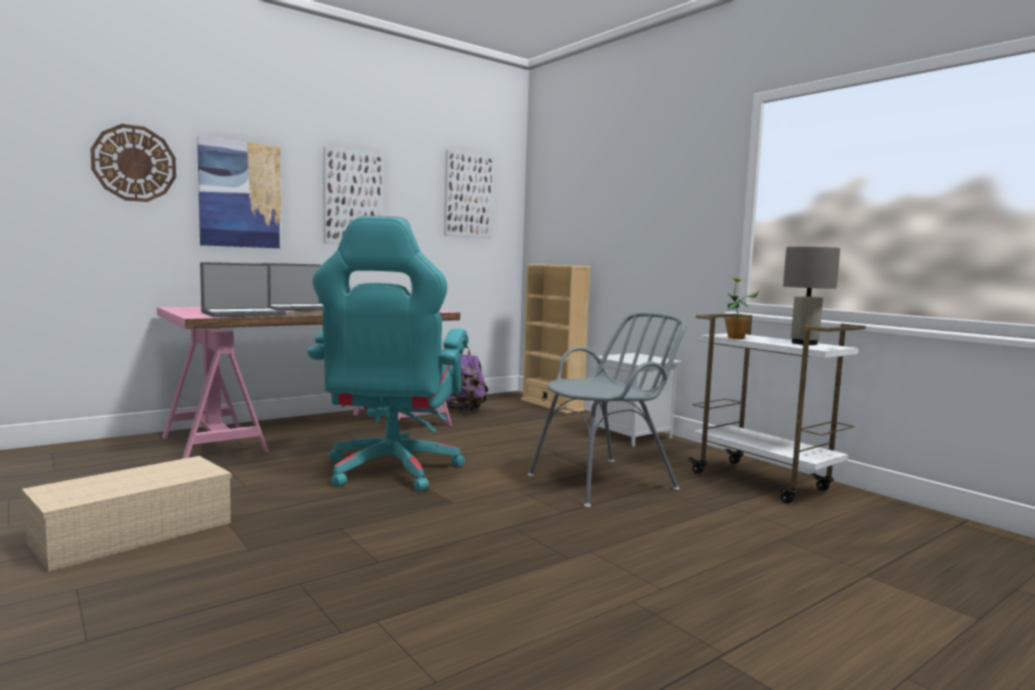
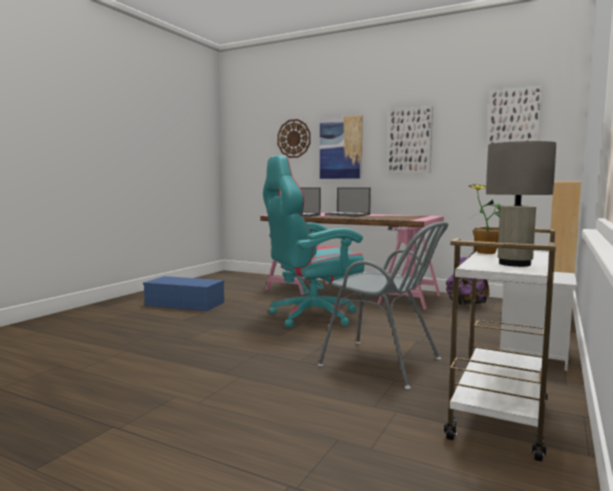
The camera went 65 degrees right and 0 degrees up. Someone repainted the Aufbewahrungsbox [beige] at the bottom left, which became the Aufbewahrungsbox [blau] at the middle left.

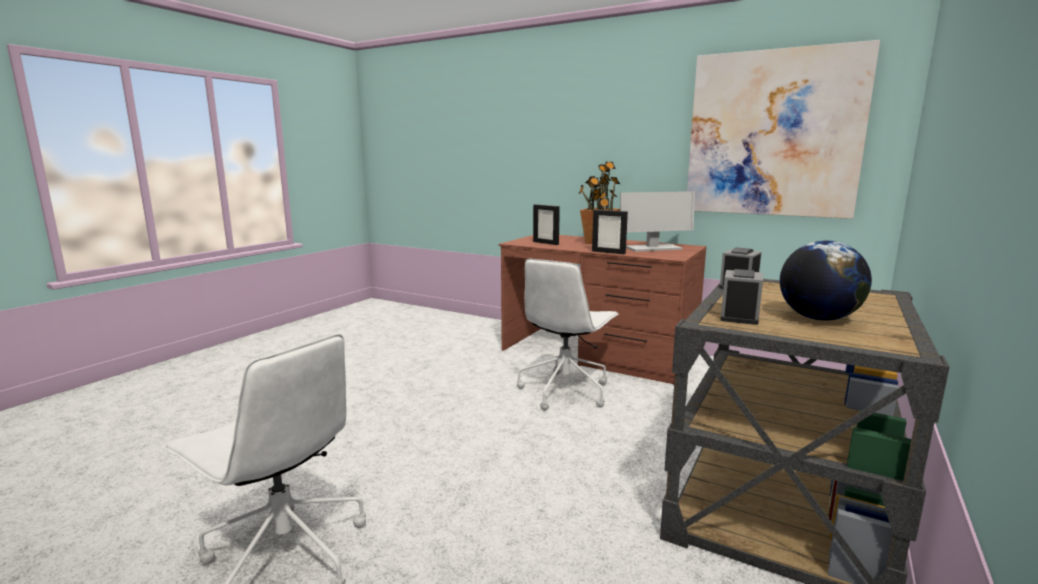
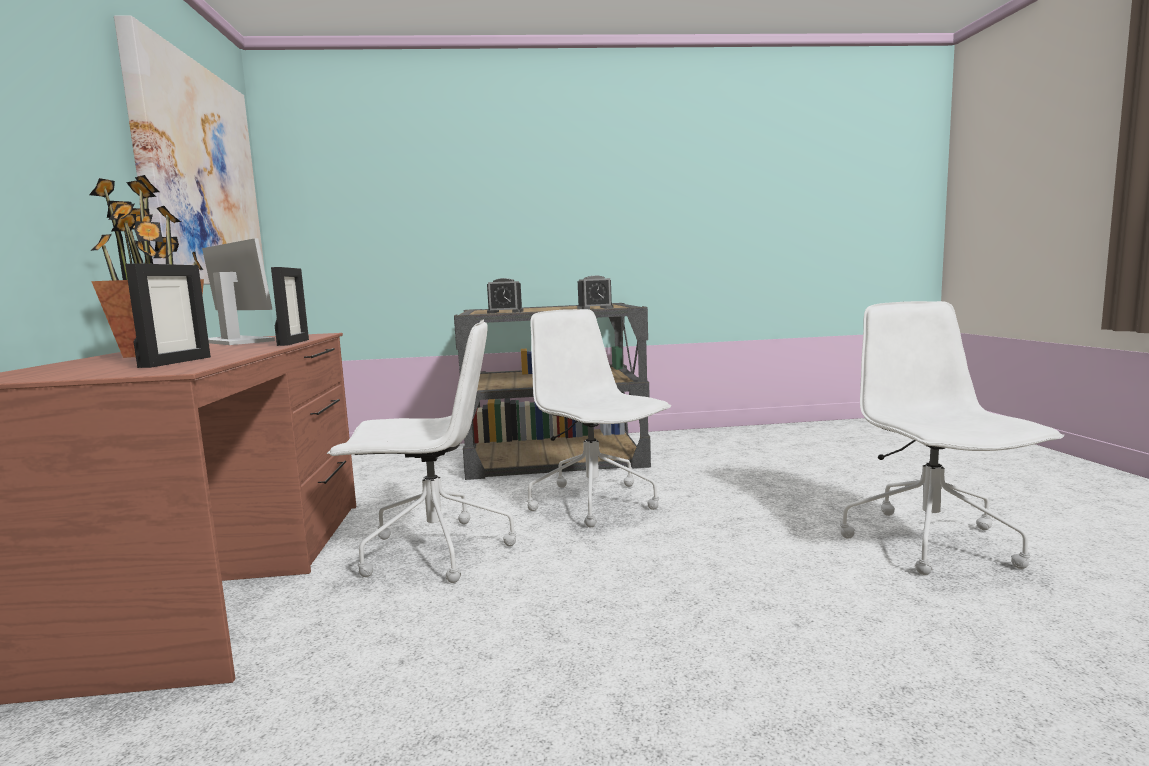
The camera went 125 degrees left and 5 degrees down. Someone put down the Bürostuhl [weiß] (no. 2 from left) at the centre. Someone took away the Globus at the middle right.

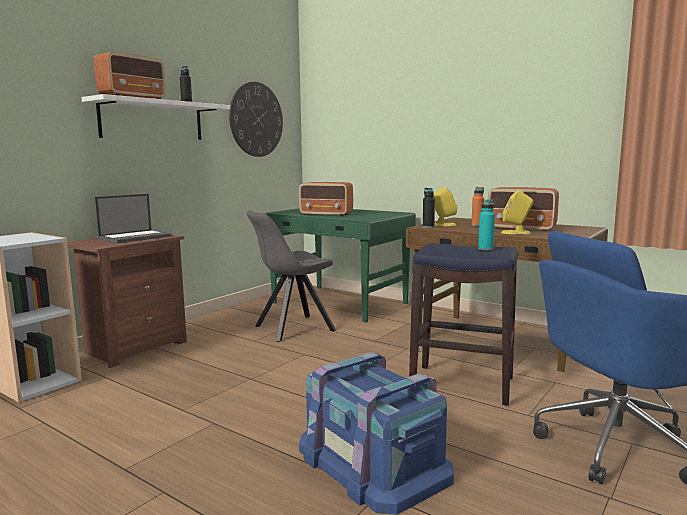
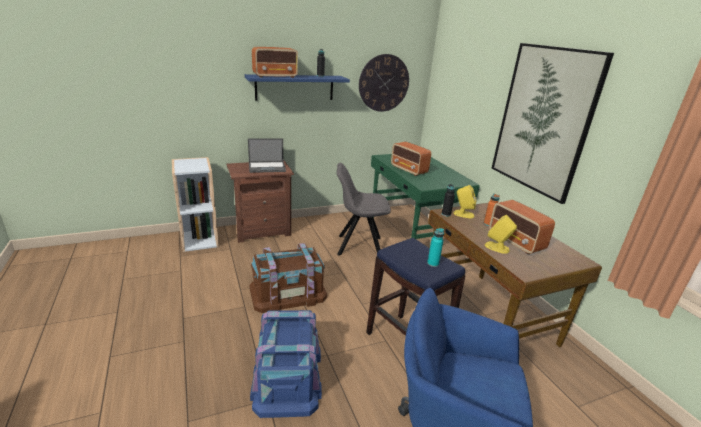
The camera went 30 degrees right and 15 degrees up. Someone repainted the Wandregal [weiß] at the top left, which became the Wandregal [blau] at the top centre. Someone put down the Aufbewahrungsbox [braun] at the centre. Someone put up the Bild at the top right.

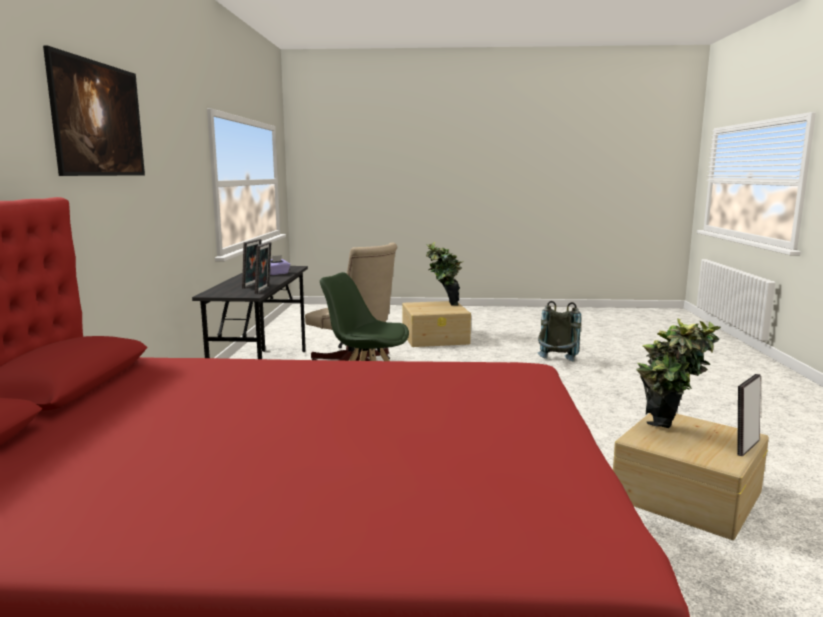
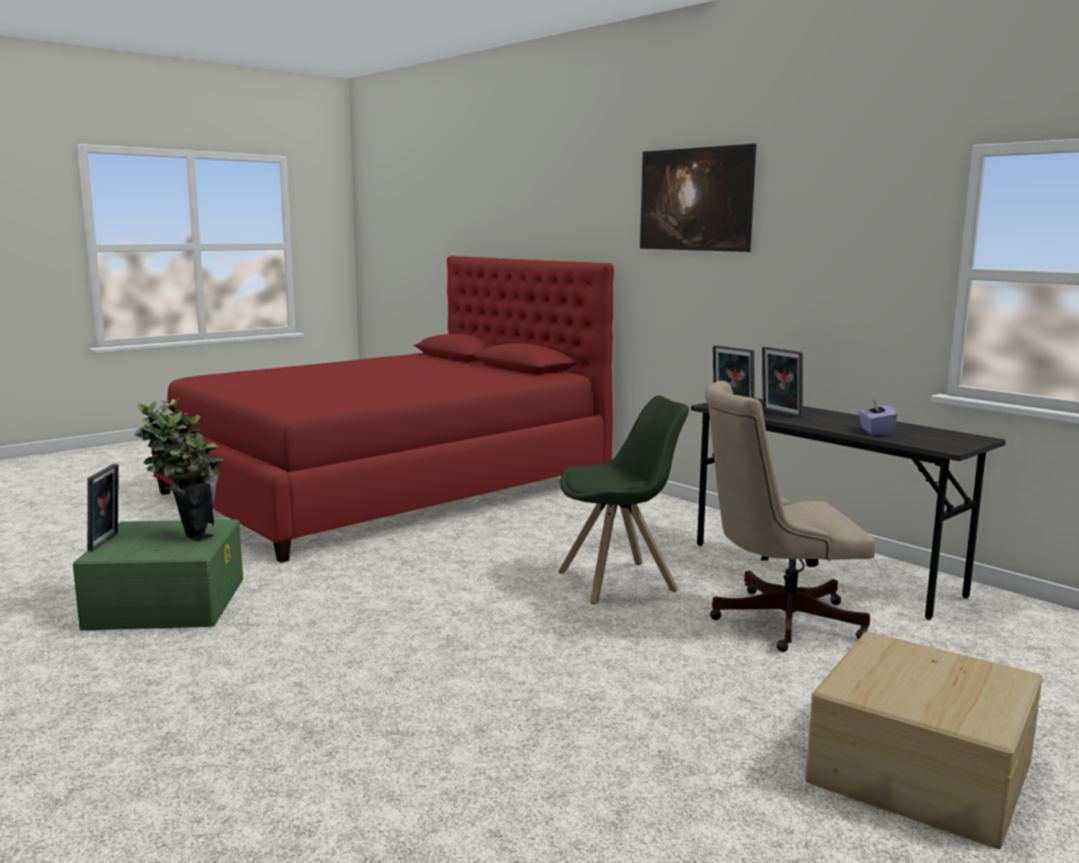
The camera went 135 degrees right and 0 degrees up. Someone repainted the Aufbewahrungsbox [beige] (no. 2 from left) at the bottom right, which became the Aufbewahrungsbox [grün] at the middle left. Someone took away the Topfpflanze (no. 1 from left) at the centre. Someone took away the Rucksack [grau] at the middle right.

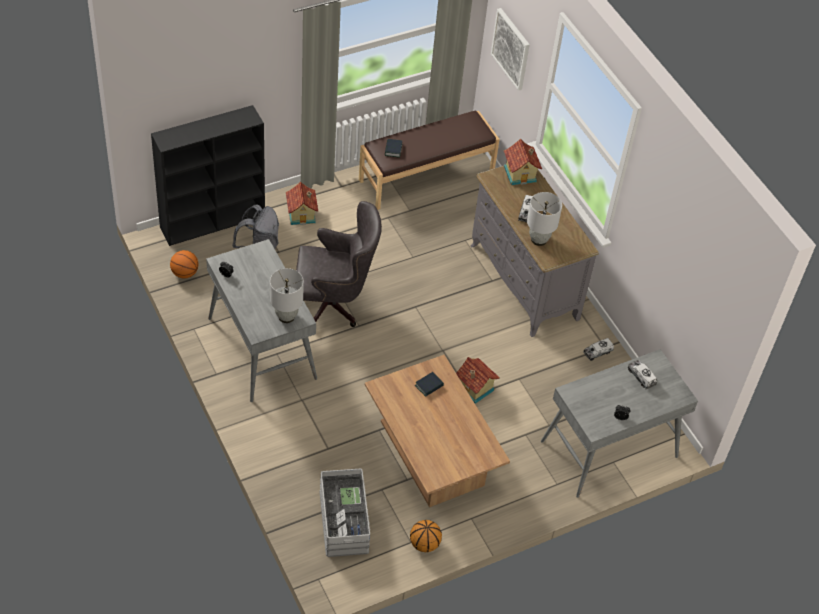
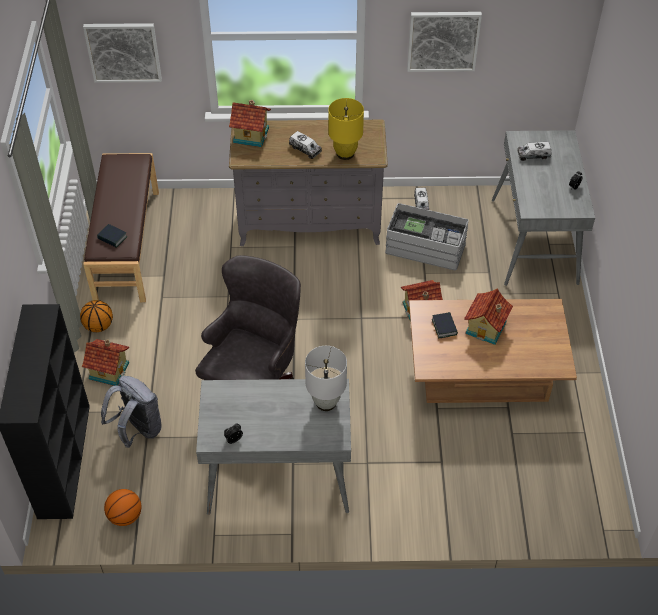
The camera went 60 degrees left and 0 degrees up. Someone carried the Basketball (no. 2 from left in the first image) from the bottom centre to the middle left. Someone repainted the Tischlampe [weiß] (no. 2 from left) at the centre, which became the Tischlampe [gelb] at the top centre. Someone carried the Aufbewahrungsbox [grau] from the bottom centre to the centre. Someone put up the Bild (no. 2 from left) at the top right. Someone put down the Spielzeughaus (no. 4 from left) at the middle right.

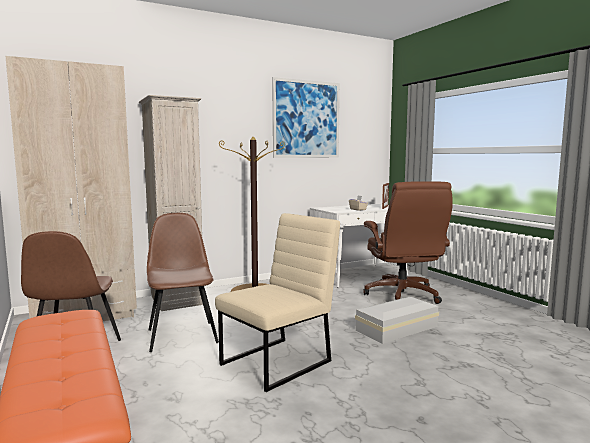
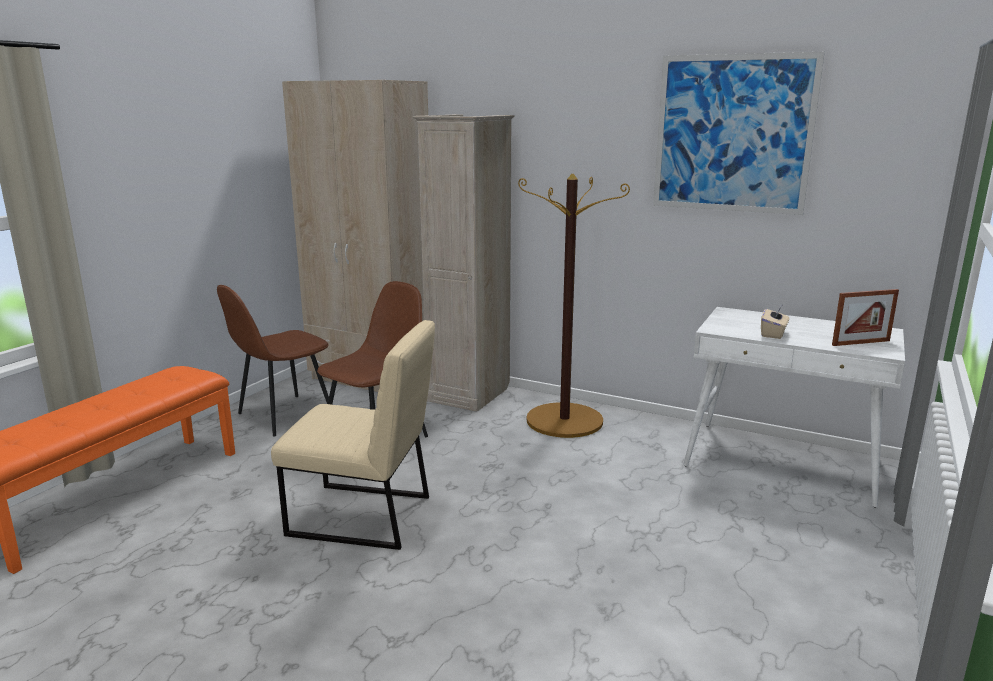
The camera went 55 degrees right and 10 degrees up. Someone took away the Aufbewahrungsbox [weiß] at the bottom right. Someone took away the Bürostuhl [braun] at the middle right.

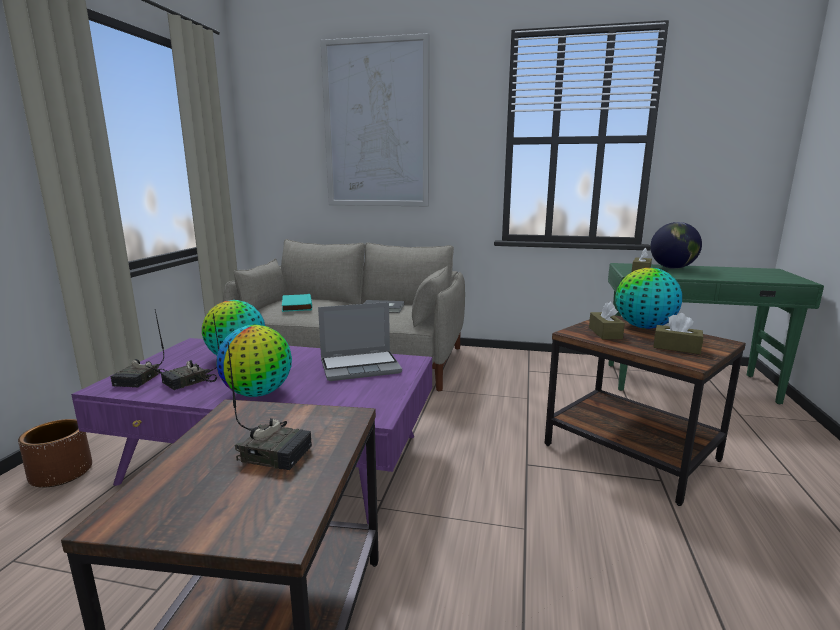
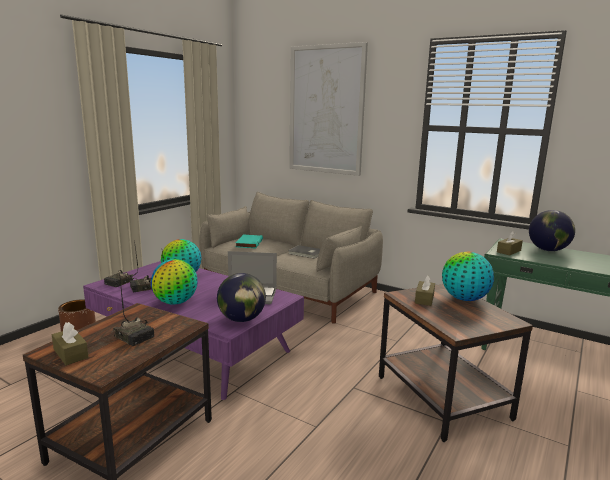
The camera went 20 degrees right and 0 degrees up. Someone carried the Taschentuchbox [braun] (no. 3 from left in the first image) from the middle right to the bottom left. Someone put down the Globus (no. 3 from left) at the centre.

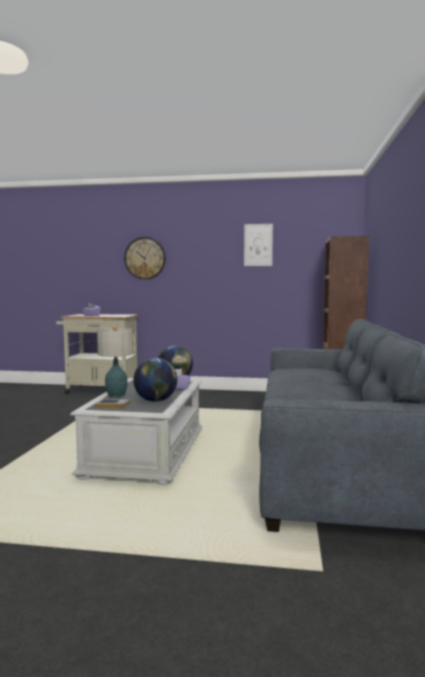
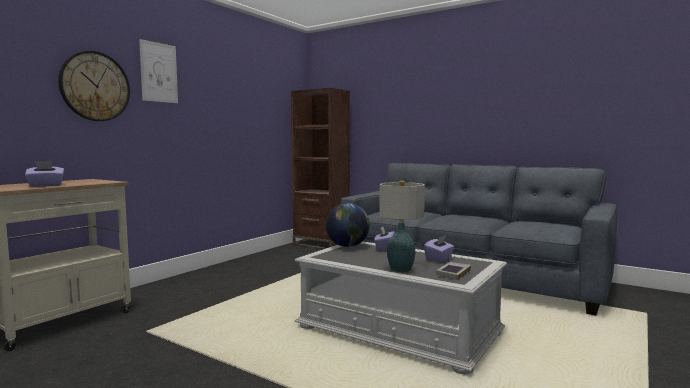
The camera went 65 degrees left and 0 degrees up. Someone carried the Bild from the centre to the top left. Someone swapped the Globus (no. 1 from left) at the centre for the Taschentuchbox [lila] (no. 3 from left) at the centre.

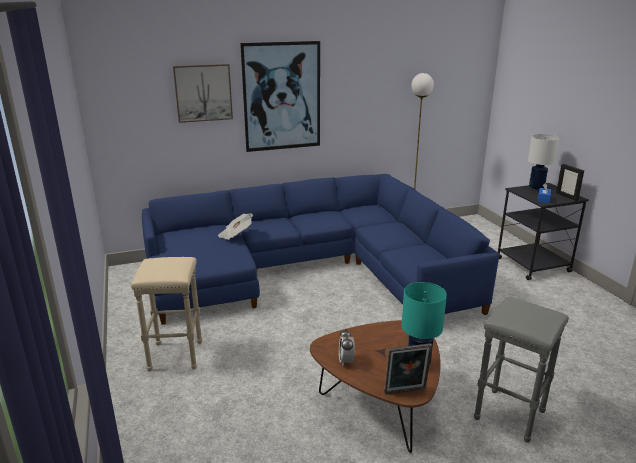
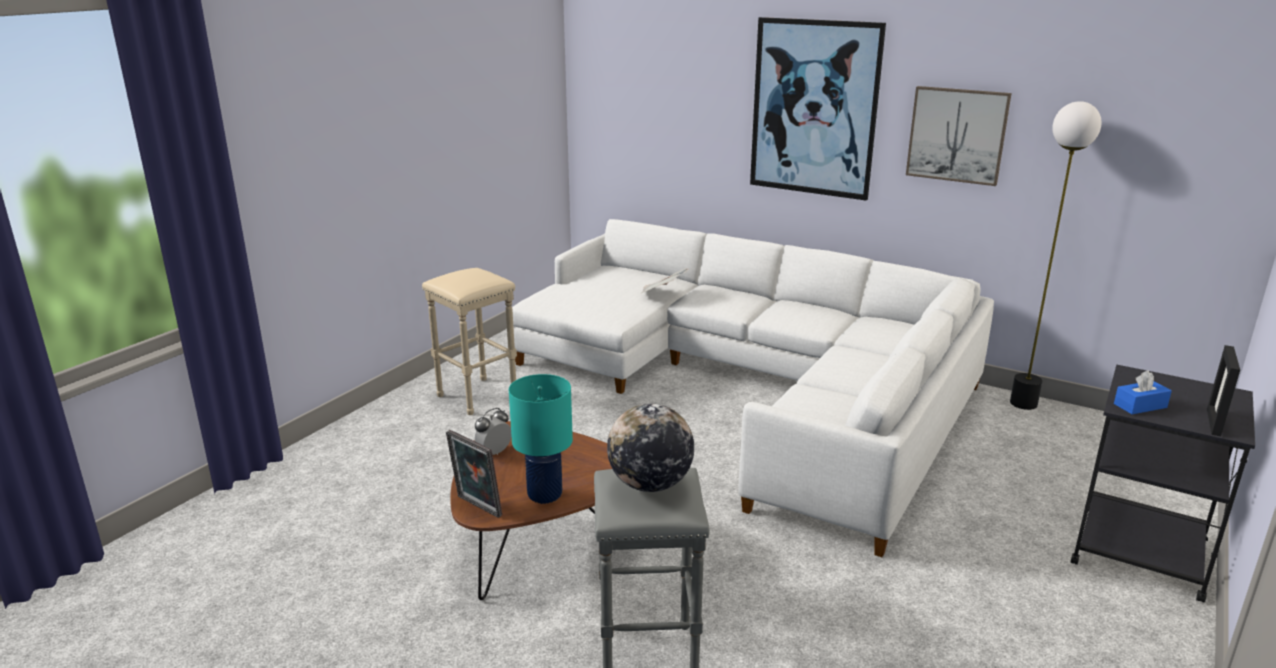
The camera went 50 degrees right and 0 degrees up. Someone repainted the Sofa [blau] at the centre, which became the Sofa [weiß] at the centre. Someone put down the Globus at the bottom centre. Someone carried the Bild (no. 1 from left in the first image) from the top left to the top right. Someone took away the Tischlampe [weiß] at the middle right.

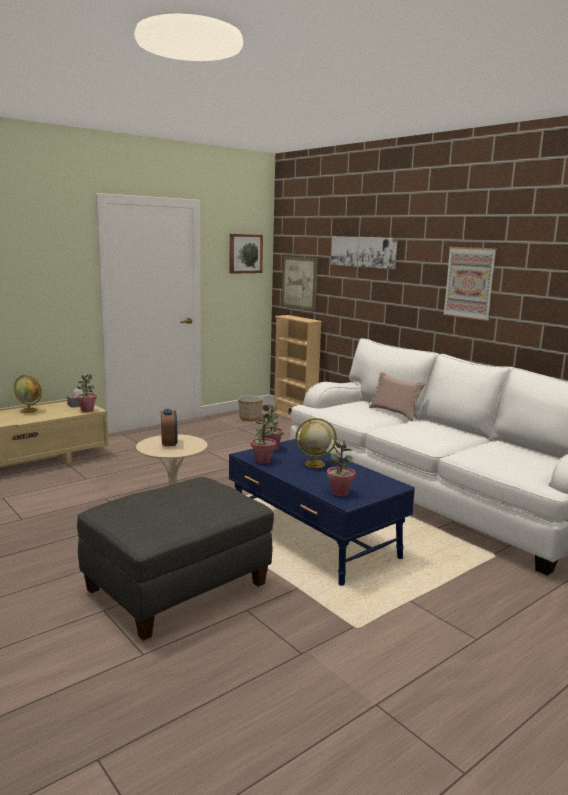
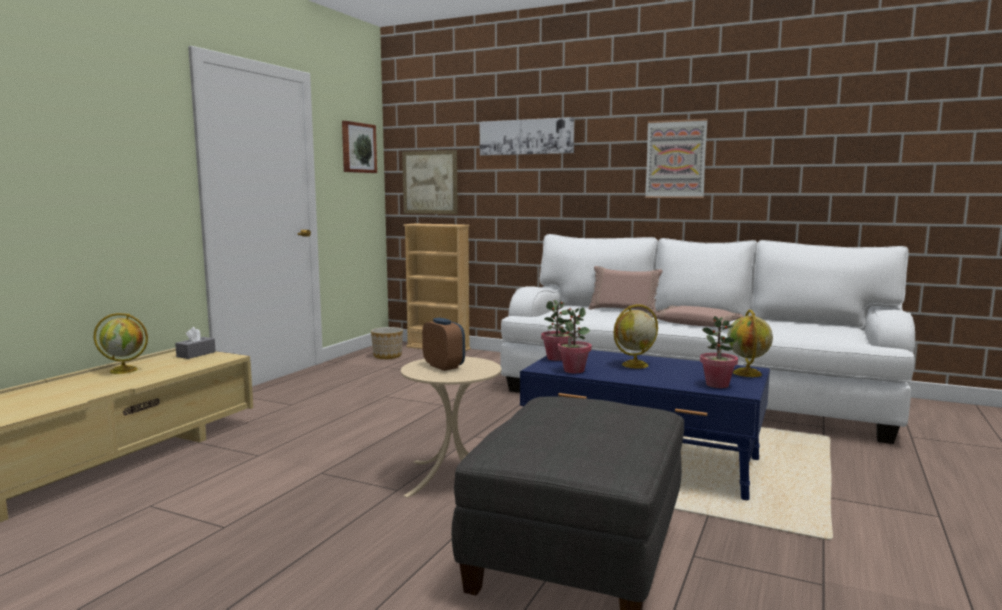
The camera went 25 degrees left and 5 degrees down. Someone put down the Kissen [beige] (no. 2 from left) at the middle right. Someone put down the Globus (no. 3 from left) at the middle right. Someone took away the Topfpflanze (no. 1 from left) at the middle left.

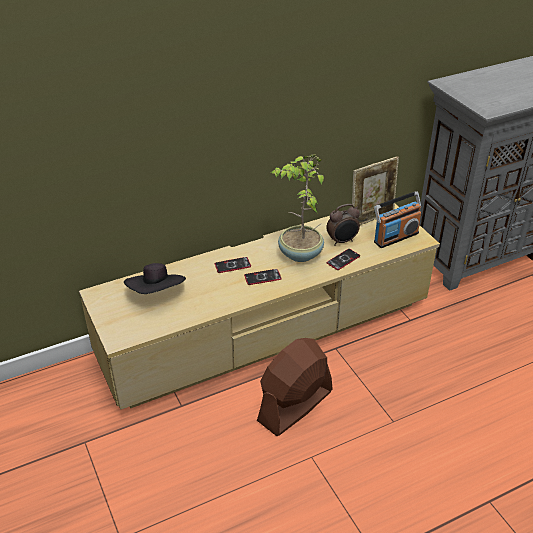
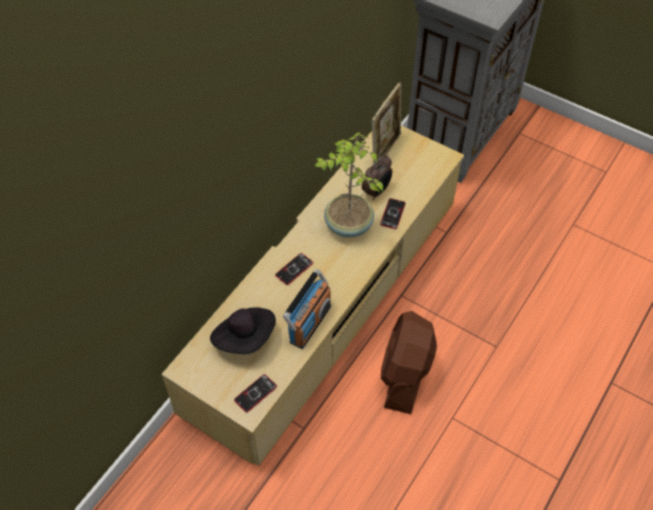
The camera went 30 degrees left and 15 degrees up. Someone carried the Handy (no. 2 from left in the first image) from the centre to the bottom centre. Someone carried the Radio from the middle right to the centre.

